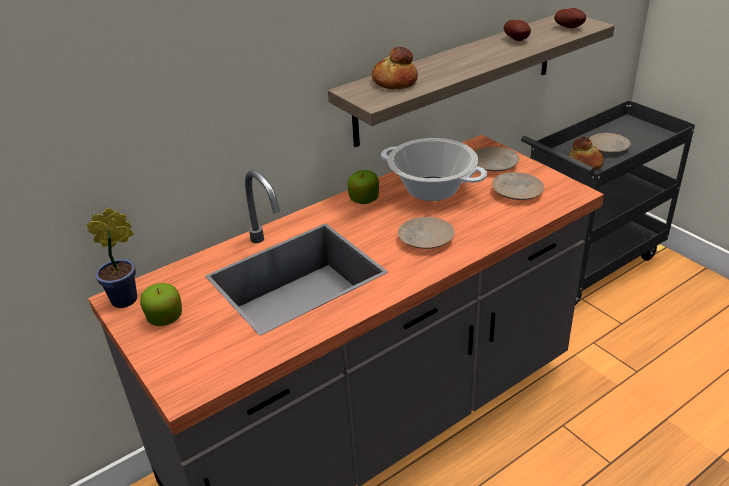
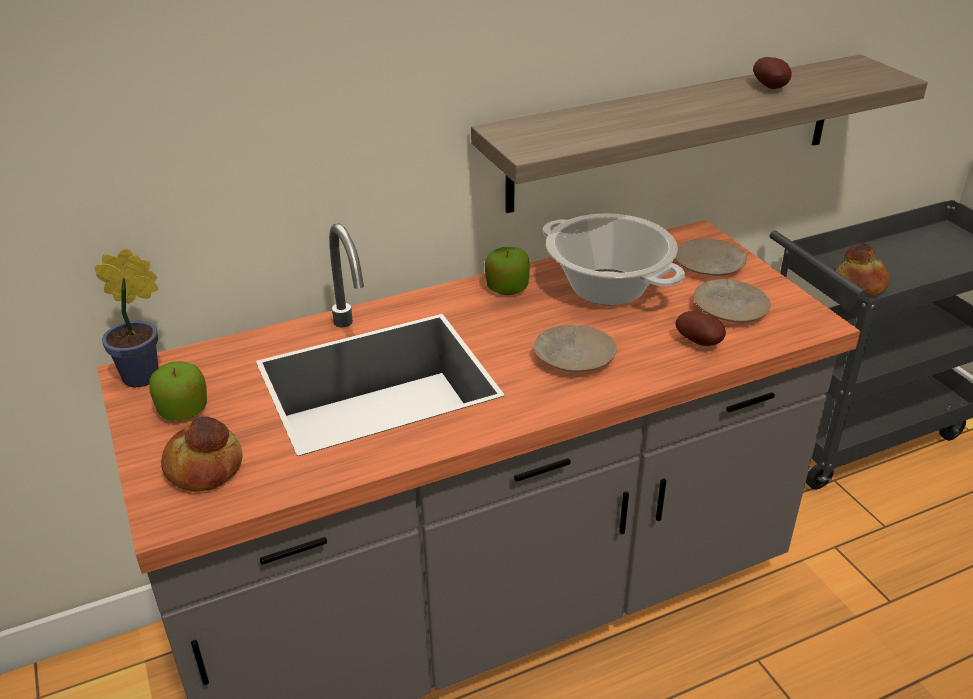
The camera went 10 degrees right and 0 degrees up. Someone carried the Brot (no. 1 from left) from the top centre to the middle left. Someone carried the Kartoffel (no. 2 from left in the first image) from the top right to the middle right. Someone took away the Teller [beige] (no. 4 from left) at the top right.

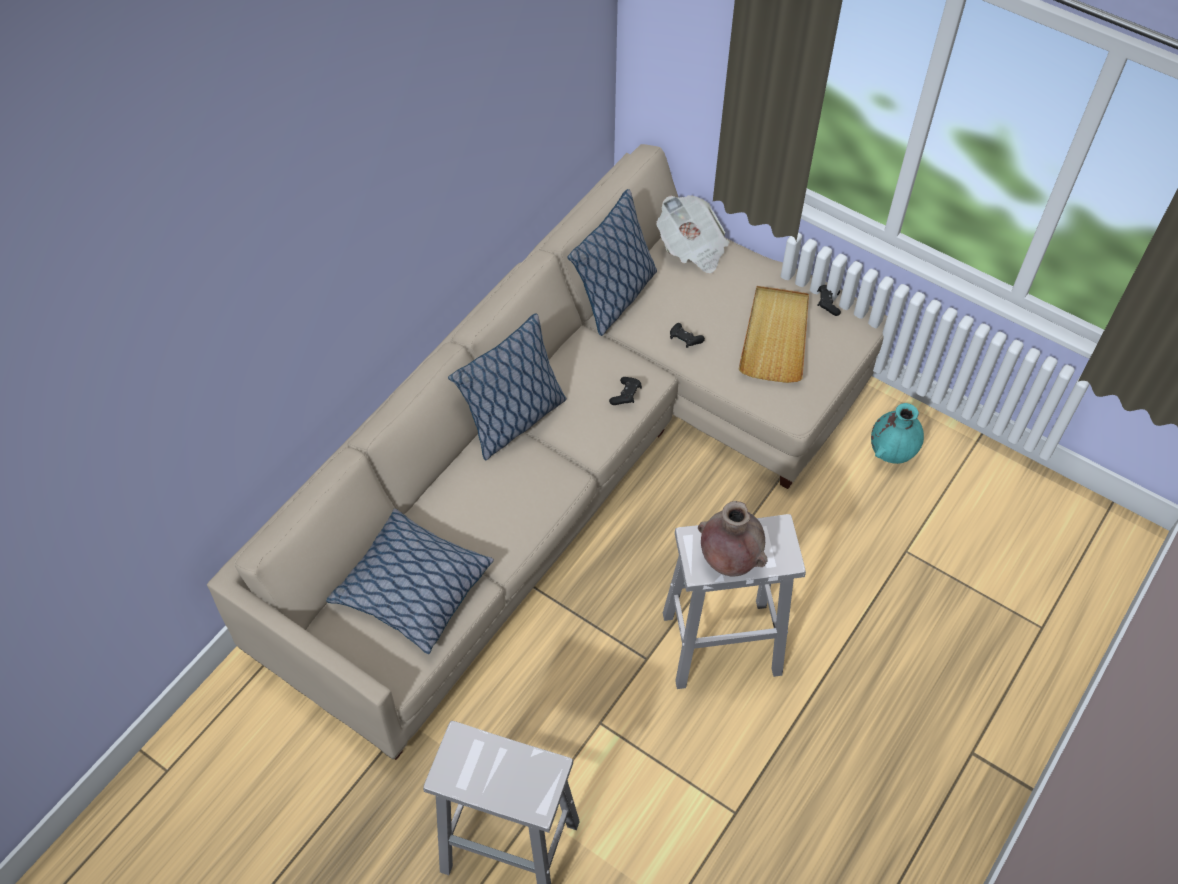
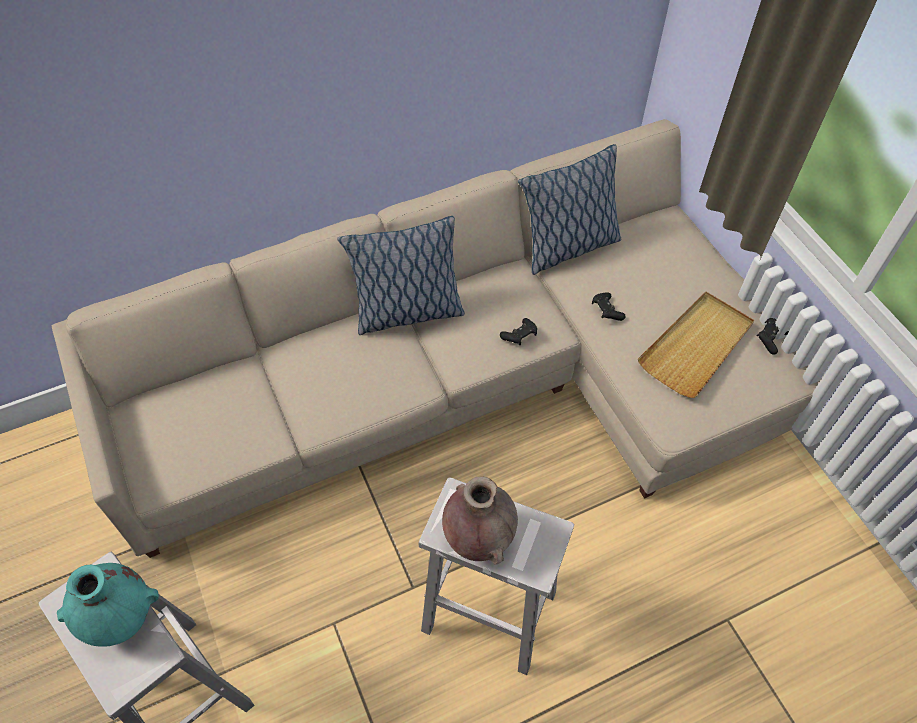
The camera went 30 degrees right and 0 degrees up. Someone carried the Vase [türkis] from the middle right to the bottom left. Someone took away the Kissen (no. 1 from left) at the centre. Someone took away the Zeitung at the top centre.

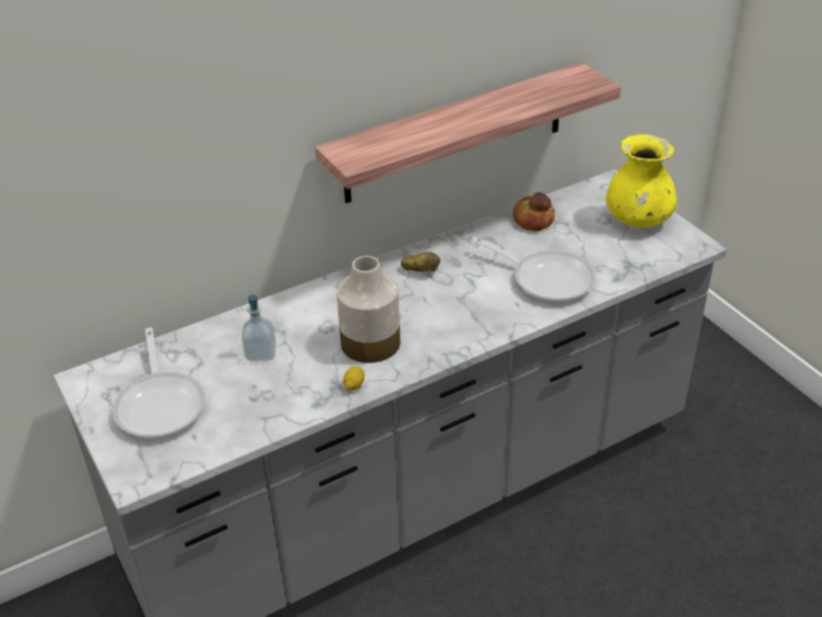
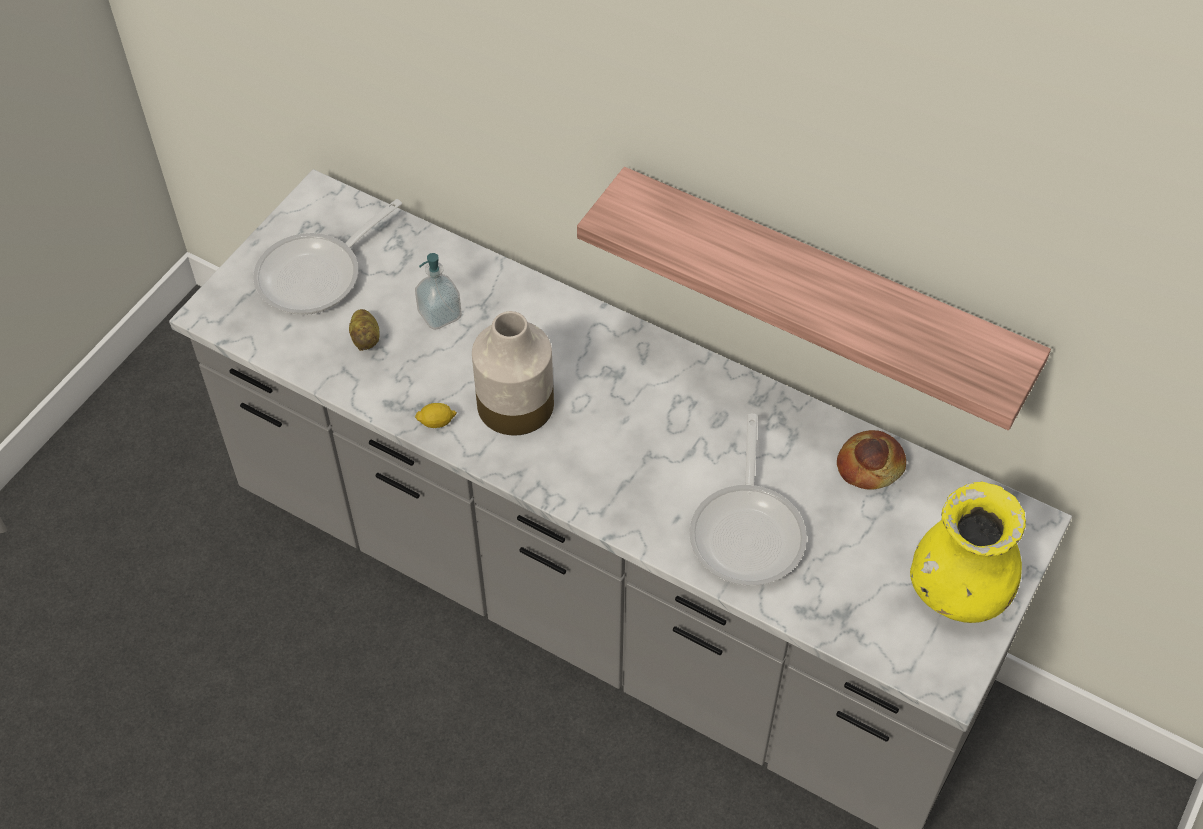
The camera went 60 degrees right and 15 degrees up. Someone carried the Kartoffel from the centre to the middle left.

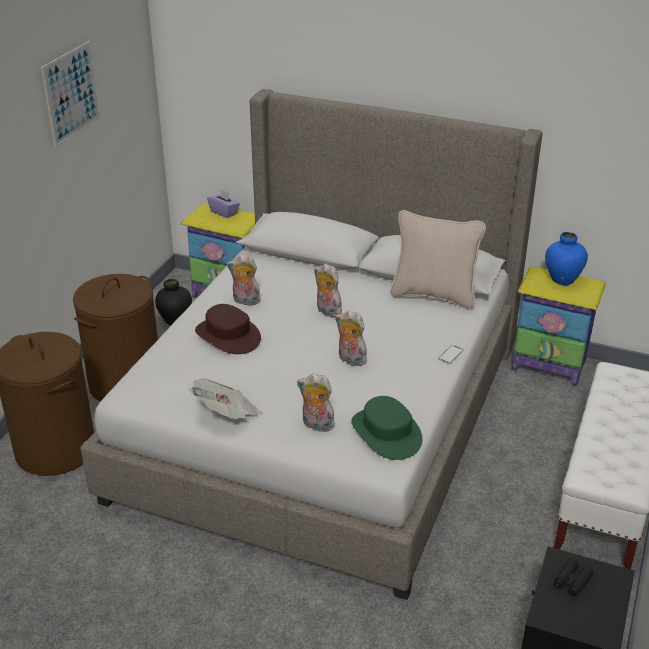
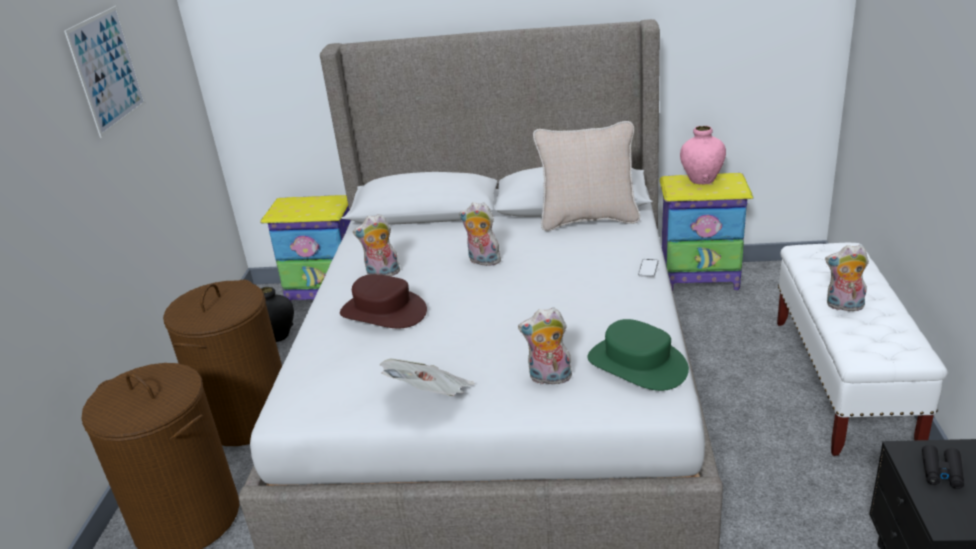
The camera went 15 degrees left and 5 degrees down. Someone repainted the Vase [blau] at the middle right, which became the Vase [rosa] at the top right. Someone carried the Plüschtier (no. 4 from left) from the centre to the middle right. Someone took away the Taschentuchbox [lila] at the top centre.

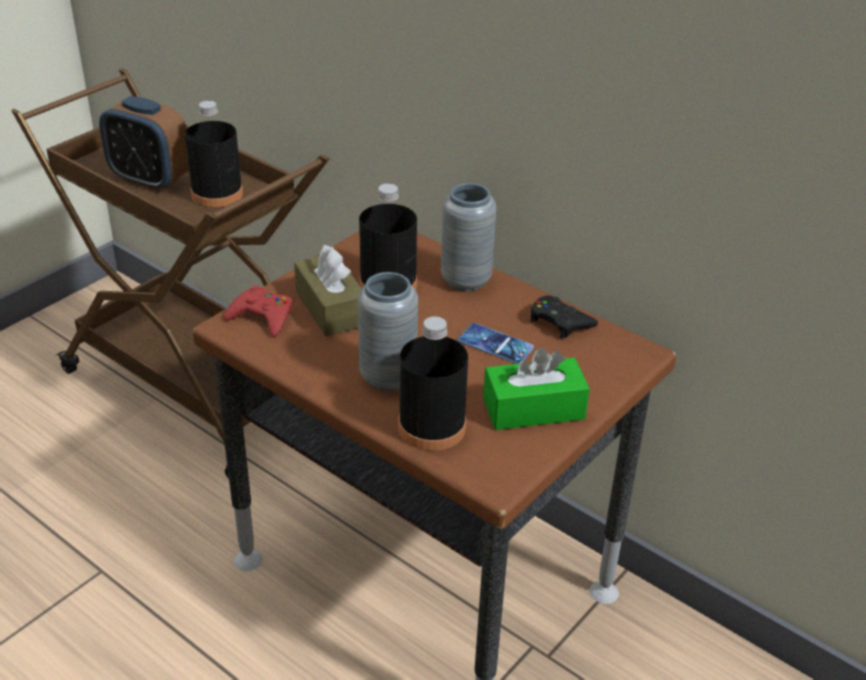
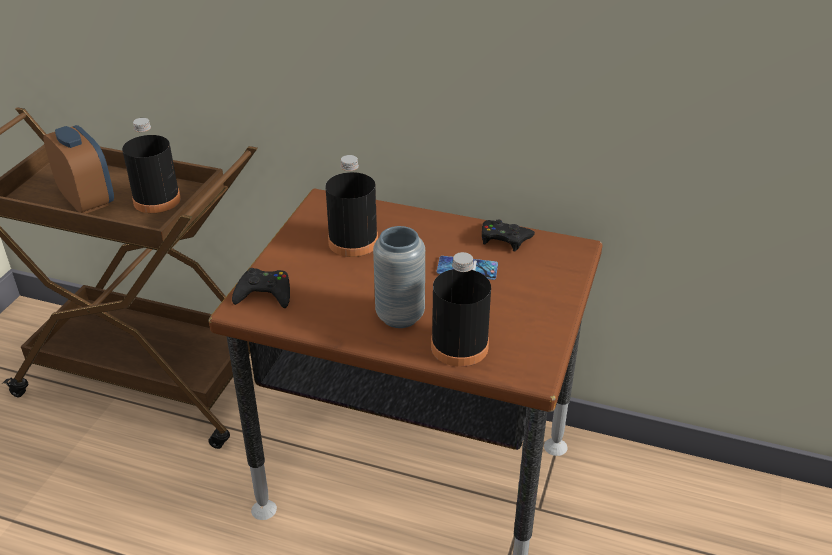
The camera went 20 degrees left and 0 degrees up. Someone rotated the Wecker at the top left by 135 degrees counterclockwise. Someone repainted the Gamepad [rot] at the middle left, which became the Gamepad [schwarz] (no. 1 from left) at the middle left. Someone took away the Taschentuchbox [braun] at the centre. Someone took away the Vase [grau] (no. 2 from left) at the centre. Someone took away the Taschentuchbox [grün] at the centre.

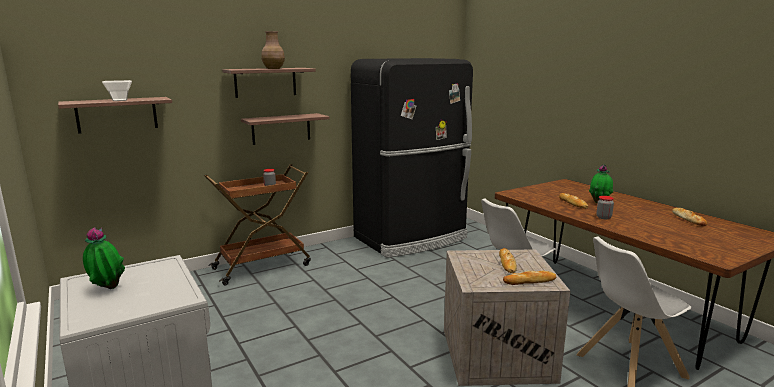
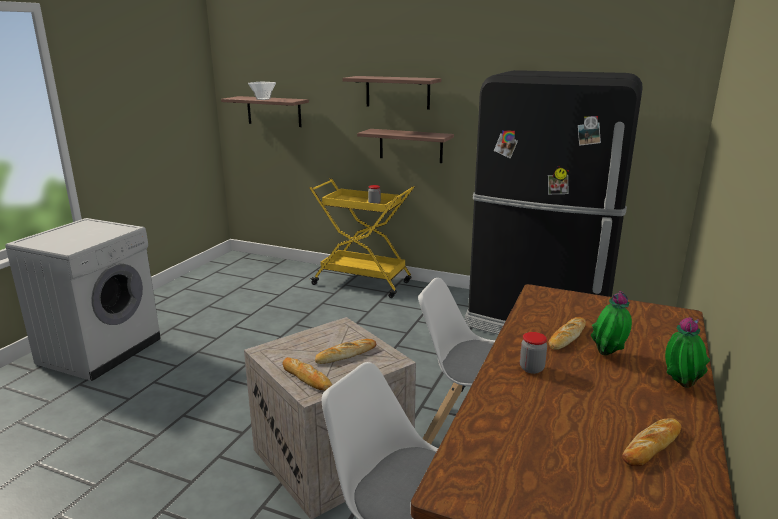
The camera went 55 degrees right and 5 degrees up. Someone repainted the Rollwagen [braun] at the middle left, which became the Rollwagen [gelb] at the centre. Someone carried the Topfpflanze (no. 1 from left in the first image) from the bottom left to the bottom right. Someone took away the Vase [braun] at the top centre.

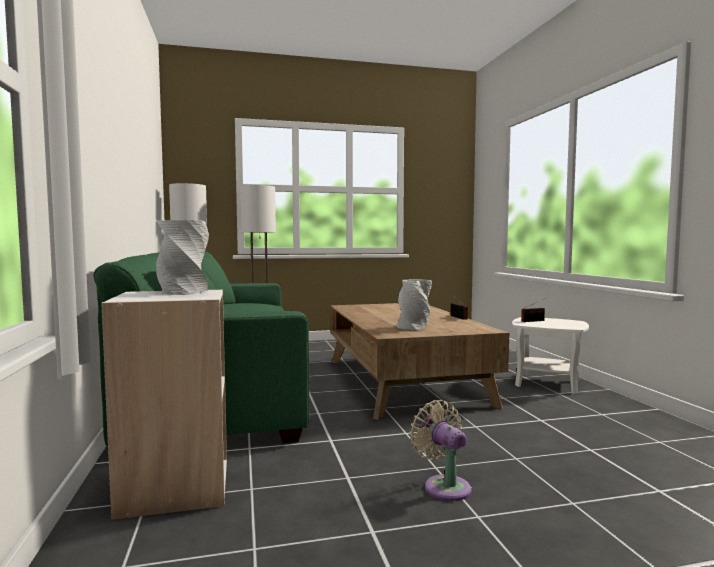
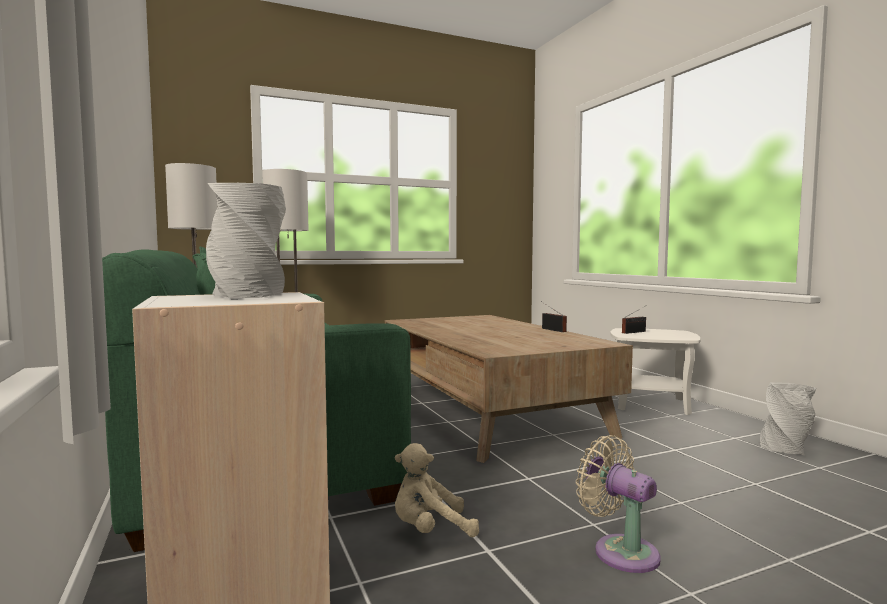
The camera went 10 degrees left and 0 degrees up. Someone put down the Plüschtier [beige] at the bottom centre. Someone carried the Vase [grau] (no. 2 from left) from the centre to the bottom right.

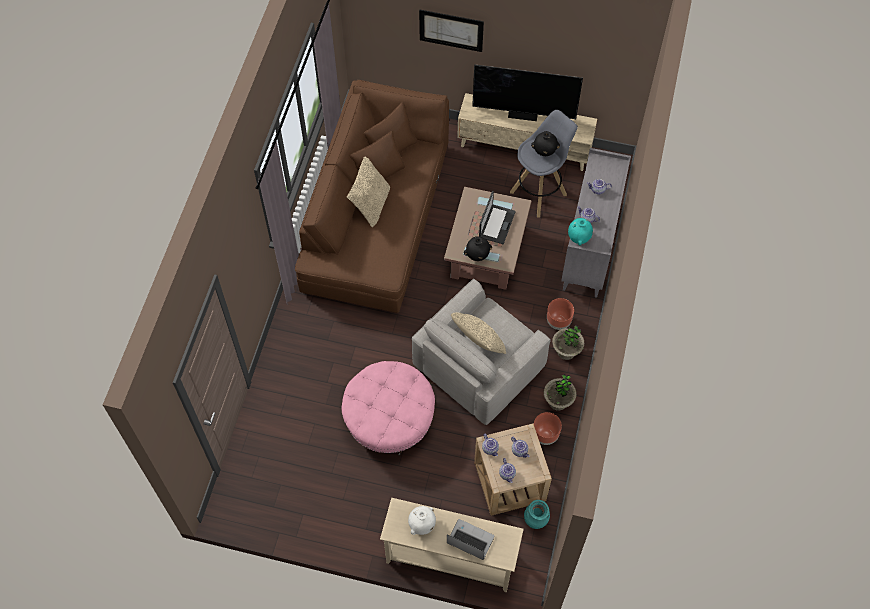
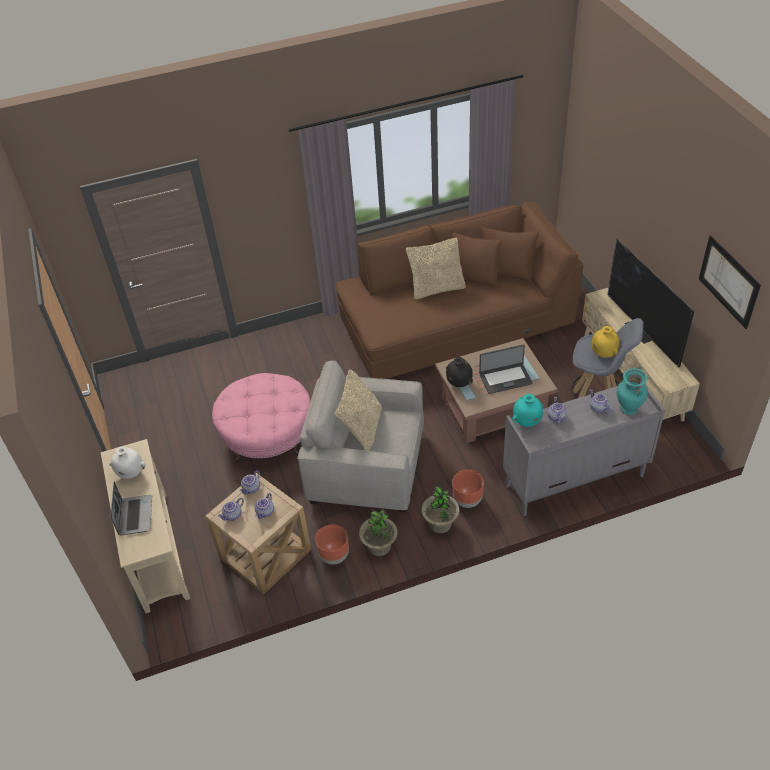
The camera went 60 degrees right and 15 degrees down. Someone repainted the Vase [schwarz] (no. 2 from left) at the top centre, which became the Vase [gelb] at the middle right. Someone carried the Vase [türkis] (no. 1 from left in the first image) from the bottom centre to the middle right. Someone carried the Bild from the top centre to the middle right.

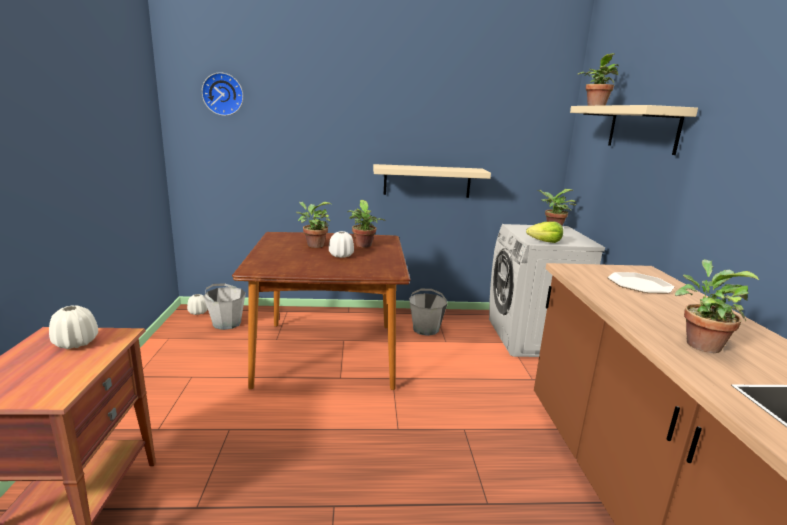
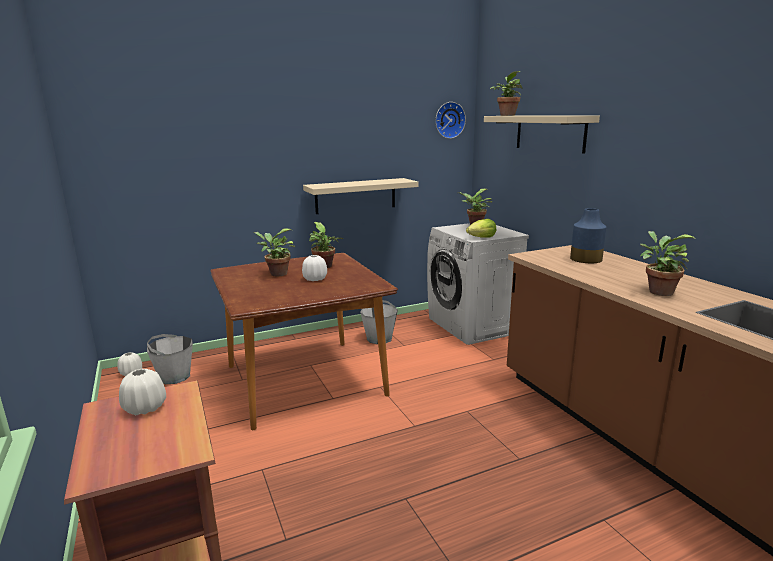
The camera went 20 degrees left and 0 degrees up. Someone carried the Wanduhr from the top left to the top centre. Someone swapped the Teller at the middle right for the Vase [blau] at the middle right.

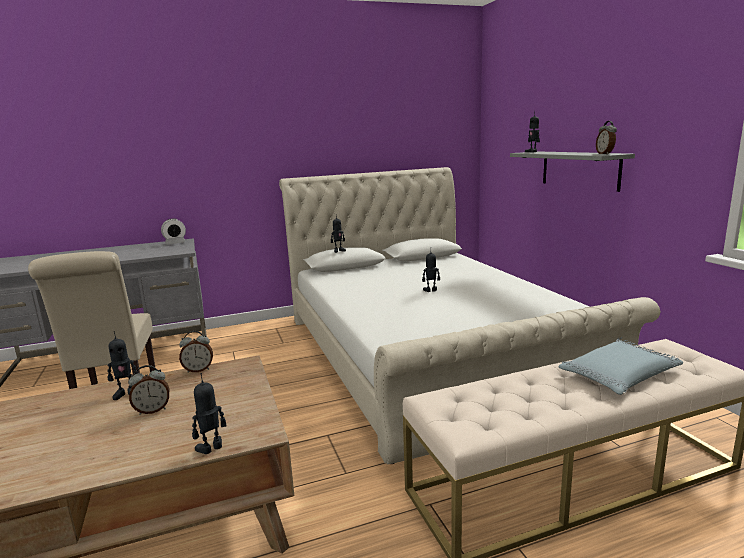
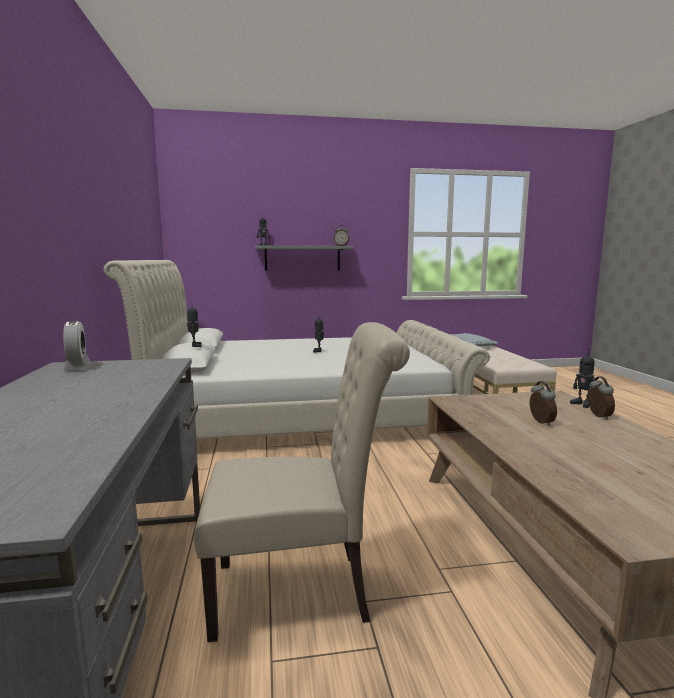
The camera went 80 degrees left and 5 degrees down. Someone carried the Wecker (no. 3 from left in the first image) from the middle left to the middle right. Someone took away the Spielzeugroboter (no. 1 from left) at the middle left.

